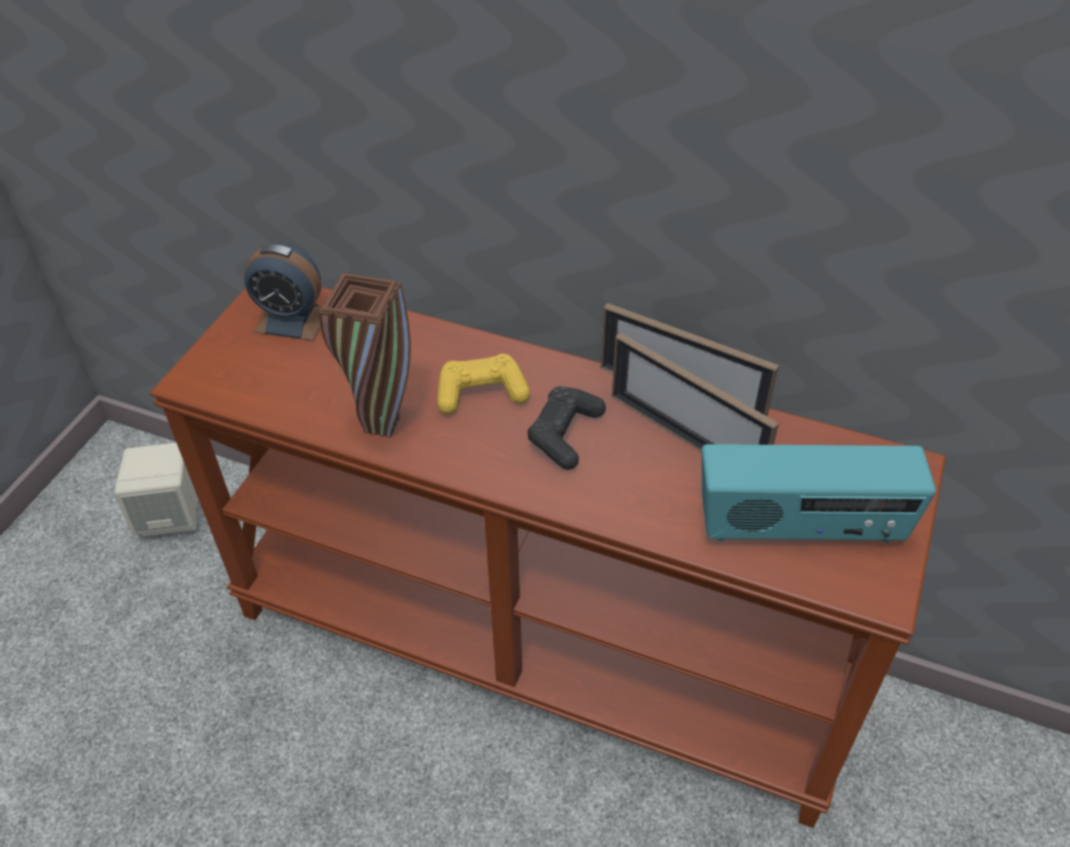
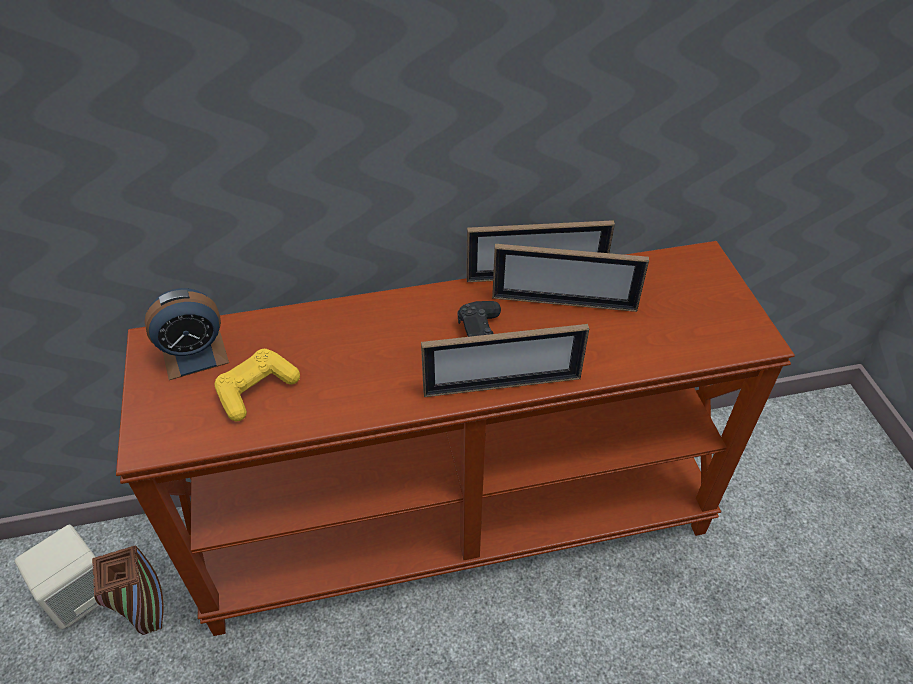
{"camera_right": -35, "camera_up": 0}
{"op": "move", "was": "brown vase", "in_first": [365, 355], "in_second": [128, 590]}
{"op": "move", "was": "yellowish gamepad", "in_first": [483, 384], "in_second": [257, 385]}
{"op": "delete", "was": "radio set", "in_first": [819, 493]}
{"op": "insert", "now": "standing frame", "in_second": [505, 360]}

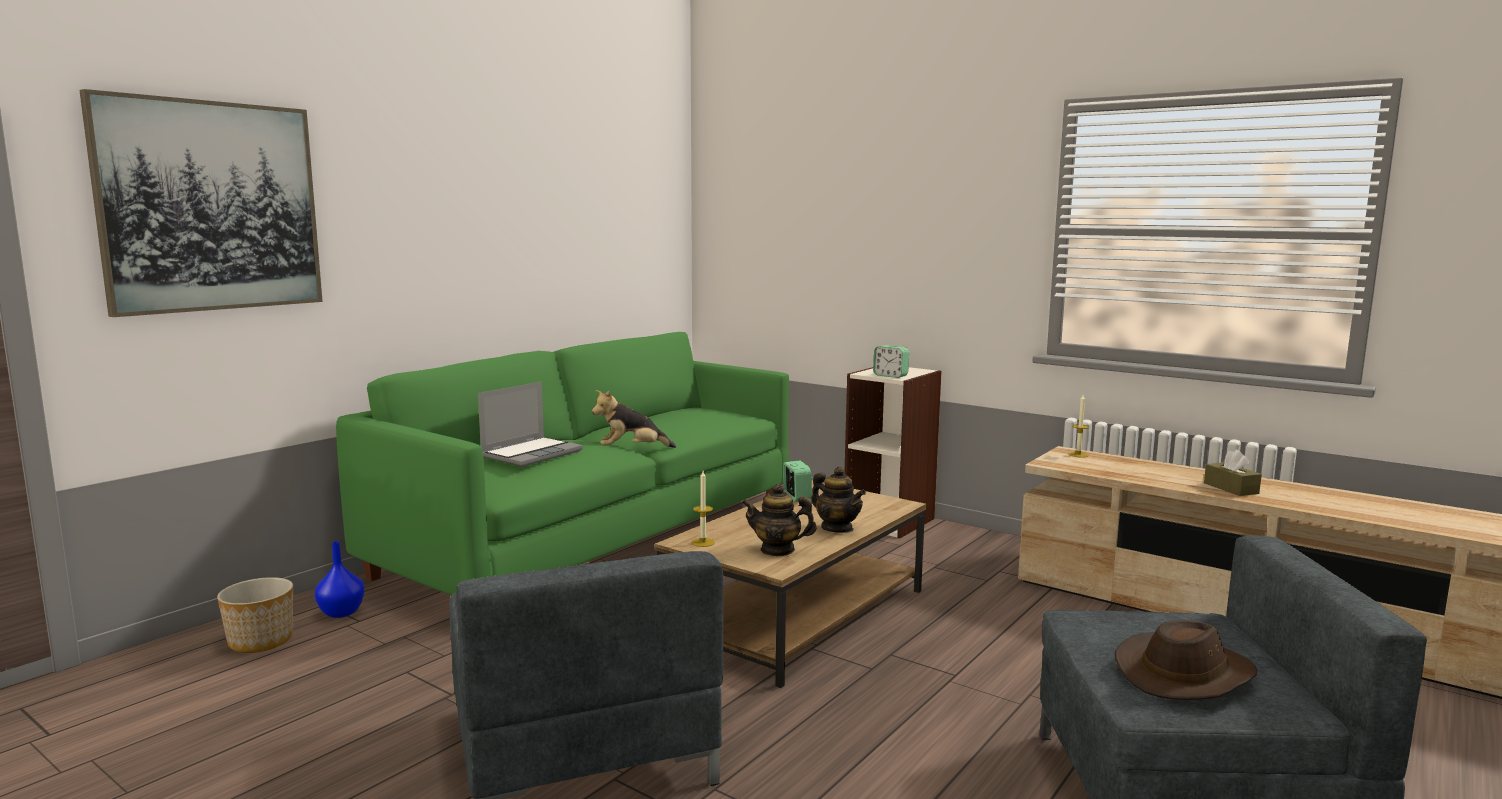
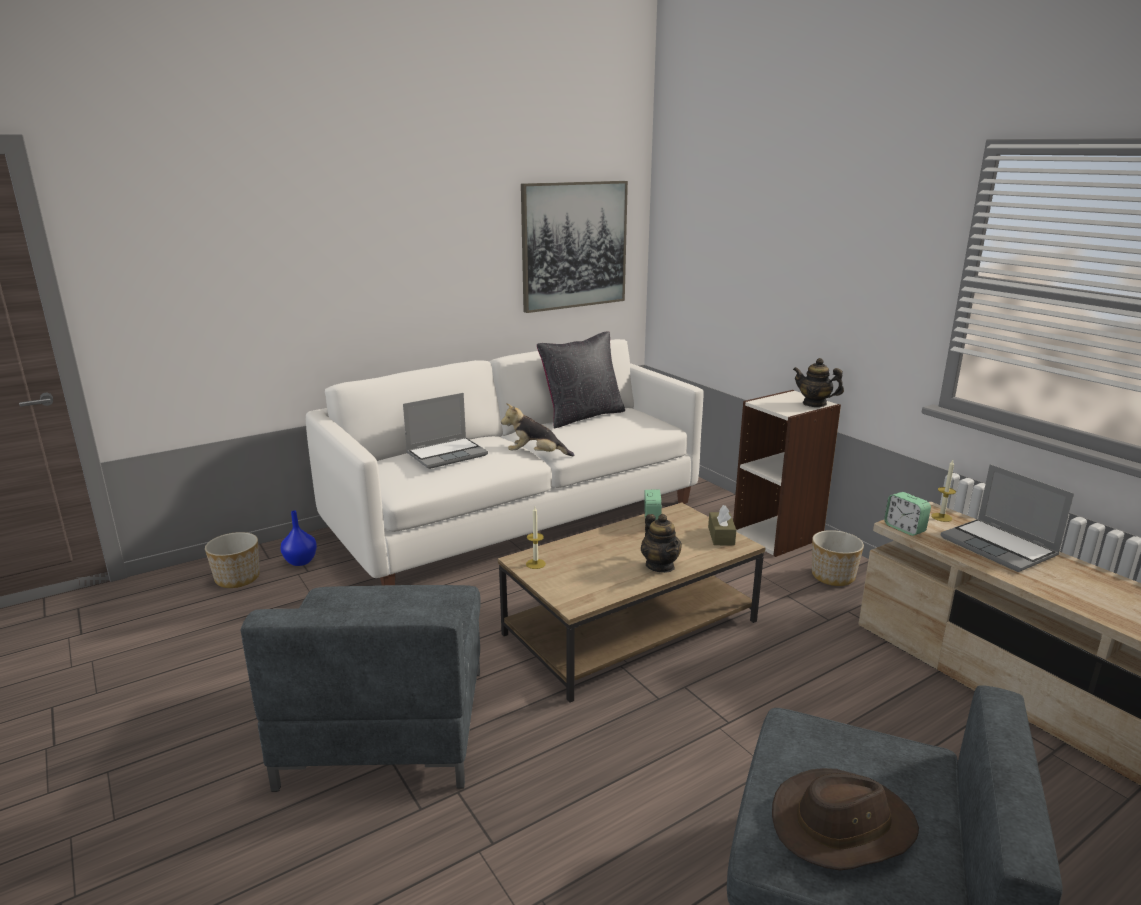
{"camera_right": 20, "camera_up": 10}
{"op": "move", "was": "wall picture", "in_first": [201, 203], "in_second": [574, 247]}
{"op": "recolor", "was": "greenish sofa", "now": "whitish sofa", "in_first": [562, 463], "in_second": [505, 462]}
{"op": "move", "was": "alarm clock", "in_first": [891, 361], "in_second": [907, 514]}
{"op": "move", "was": "brown tissue box", "in_first": [1233, 473], "in_second": [722, 525]}
{"op": "move", "was": "pot for tea", "in_first": [779, 520], "in_second": [818, 382]}
{"op": "insert", "now": "blackish throw pillow", "in_second": [581, 380]}
{"op": "insert", "now": "laptop", "in_second": [1007, 518]}
{"op": "insert", "now": "flower pot", "in_second": [838, 558]}

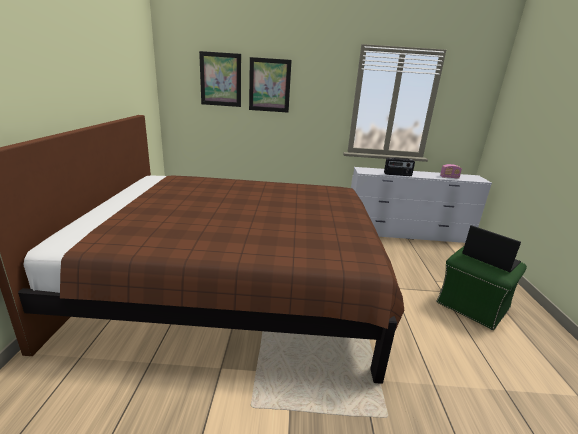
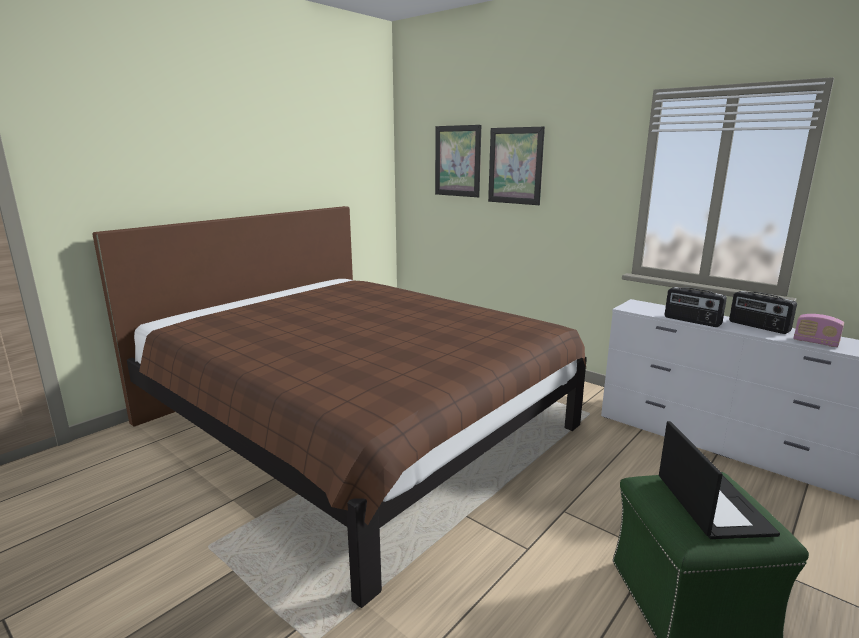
{"camera_right": 40, "camera_up": -5}
{"op": "insert", "now": "radio set", "in_second": [763, 312]}

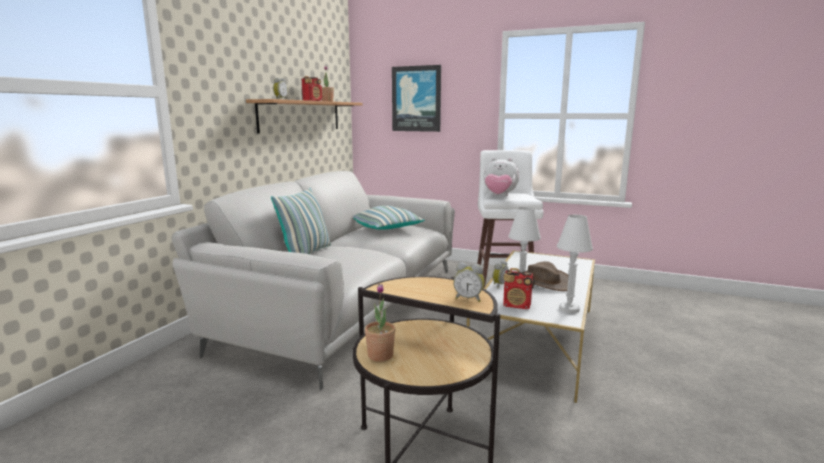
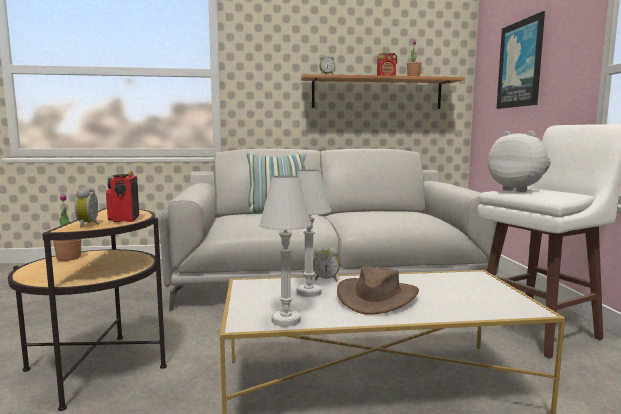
{"camera_right": 60, "camera_up": -5}
{"op": "rotate", "was": "plush toy", "in_first": [501, 177], "in_second": [519, 161], "clockwise": 150}
{"op": "delete", "was": "throw pillow", "in_first": [389, 218]}
{"op": "move", "was": "radio set", "in_first": [518, 288], "in_second": [122, 196]}

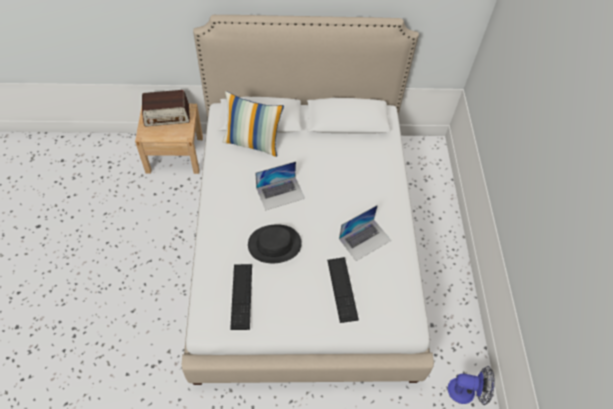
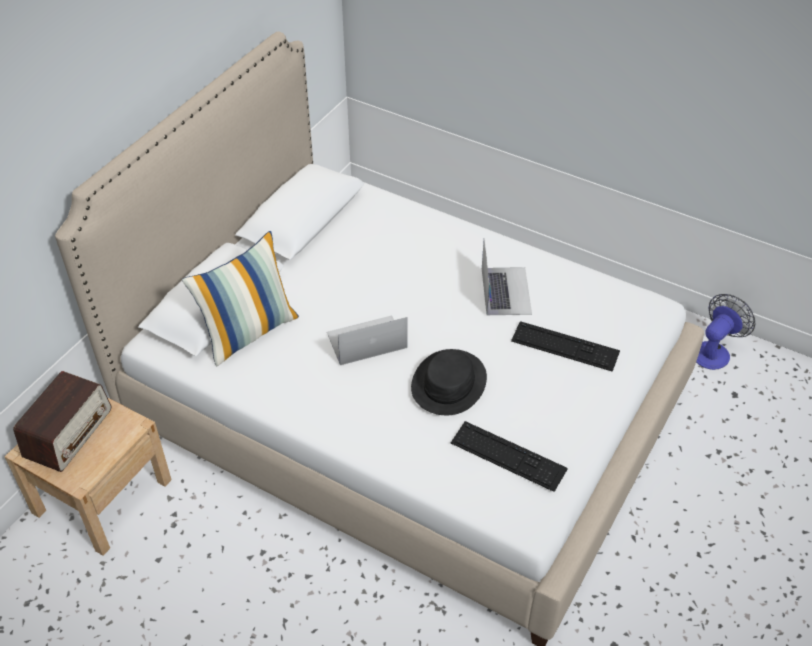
{"camera_right": -55, "camera_up": -10}
{"op": "rotate", "was": "laptop", "in_first": [280, 185], "in_second": [367, 340], "clockwise": -120}

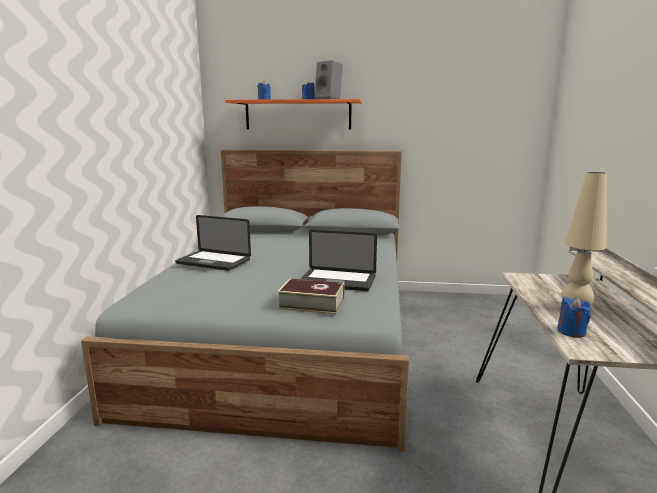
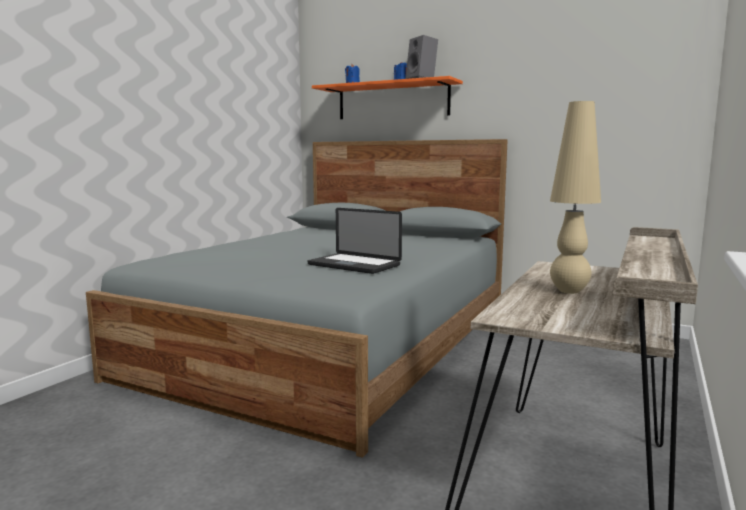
{"camera_right": 20, "camera_up": -5}
{"op": "delete", "was": "laptop", "in_first": [213, 243]}
{"op": "delete", "was": "book", "in_first": [311, 296]}
{"op": "delete", "was": "bluish wax light", "in_first": [574, 317]}

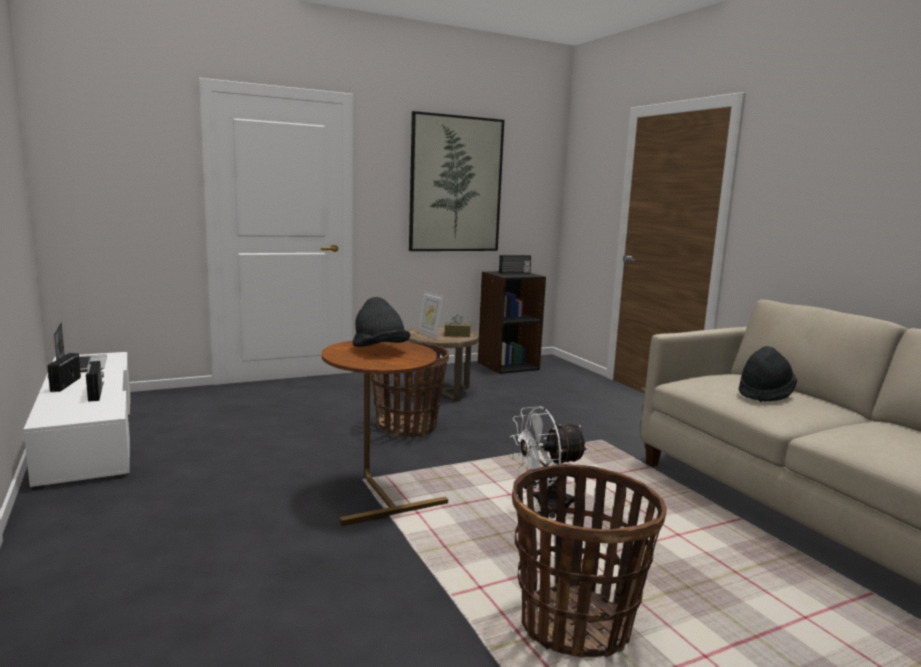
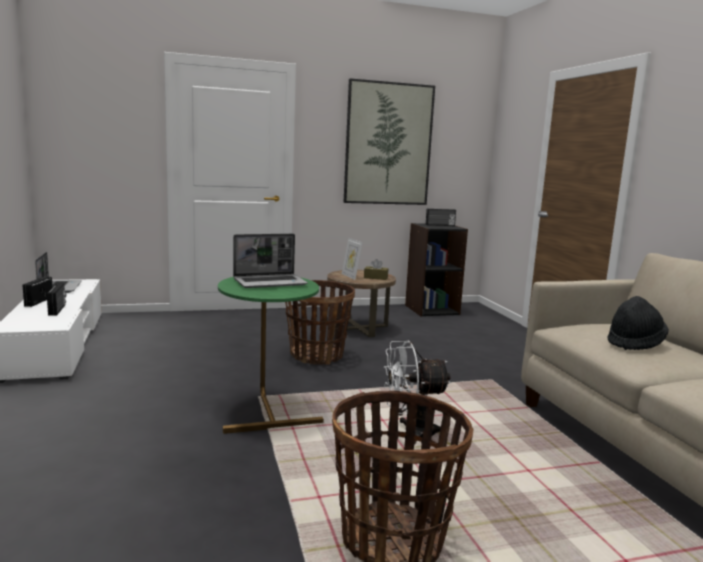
{"camera_right": 10, "camera_up": 0}
{"op": "replace", "was": "blackish hat", "now": "laptop", "in_first": [381, 322], "in_second": [270, 261]}
{"op": "recolor", "was": "brown accent table", "now": "greenish accent table", "in_first": [385, 433], "in_second": [271, 355]}

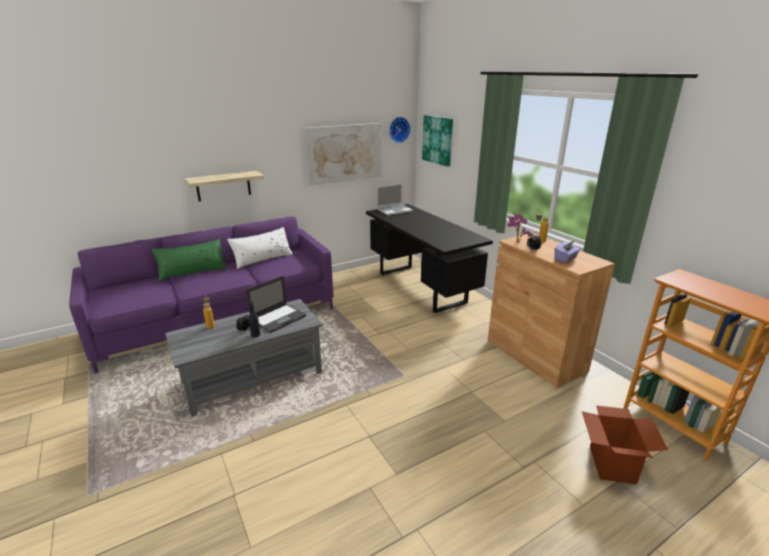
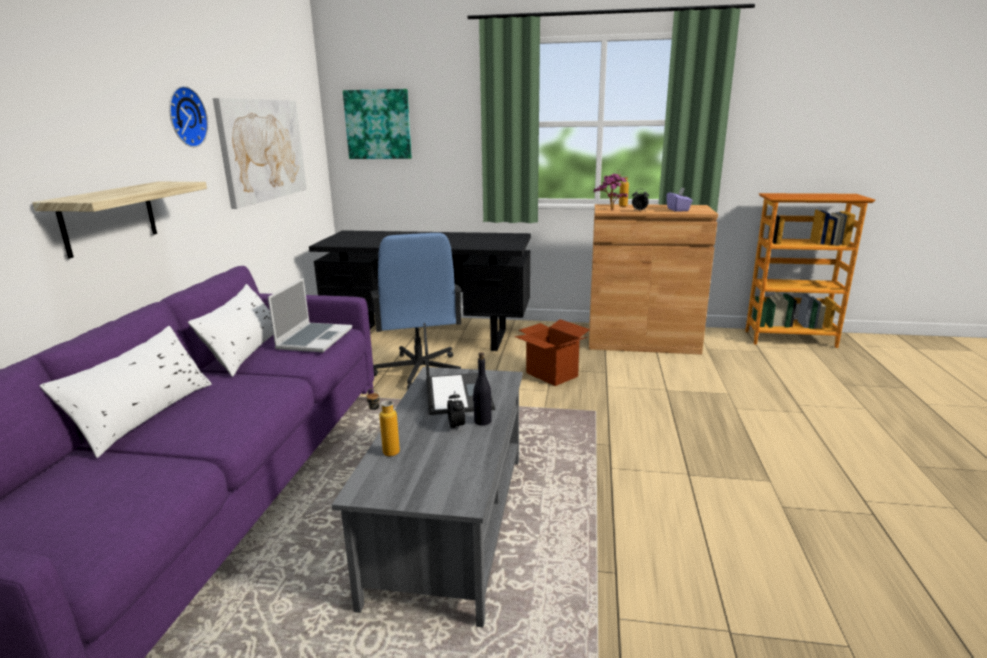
{"camera_right": -50, "camera_up": -5}
{"op": "move", "was": "hanging clock", "in_first": [399, 130], "in_second": [188, 116]}
{"op": "move", "was": "laptop", "in_first": [395, 200], "in_second": [310, 315]}
{"op": "recolor", "was": "greenish throw pillow", "now": "whitish throw pillow", "in_first": [189, 260], "in_second": [125, 392]}
{"op": "move", "was": "carton", "in_first": [625, 444], "in_second": [552, 352]}
{"op": "insert", "now": "bluish computer chair", "in_second": [416, 311]}

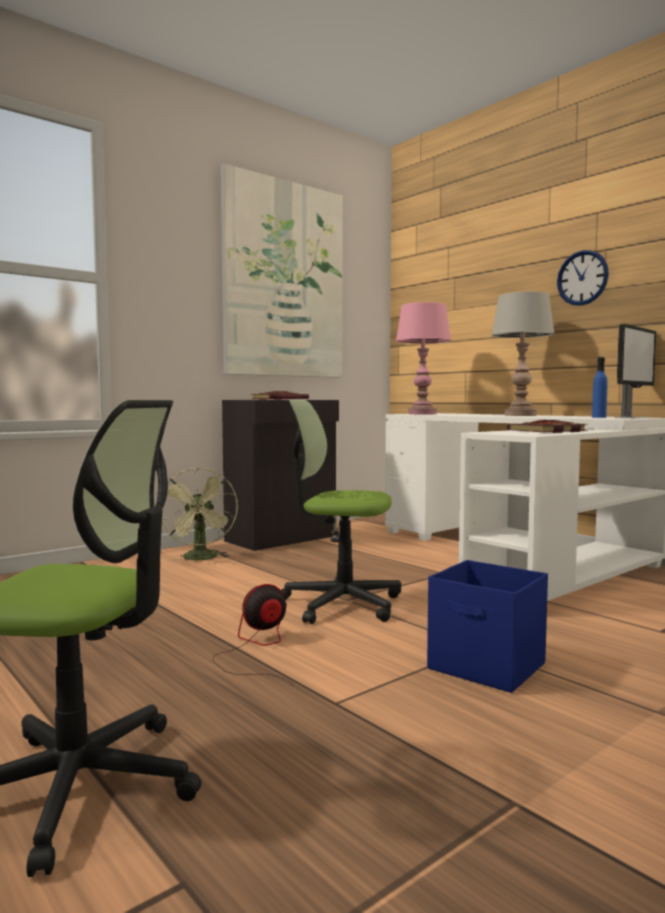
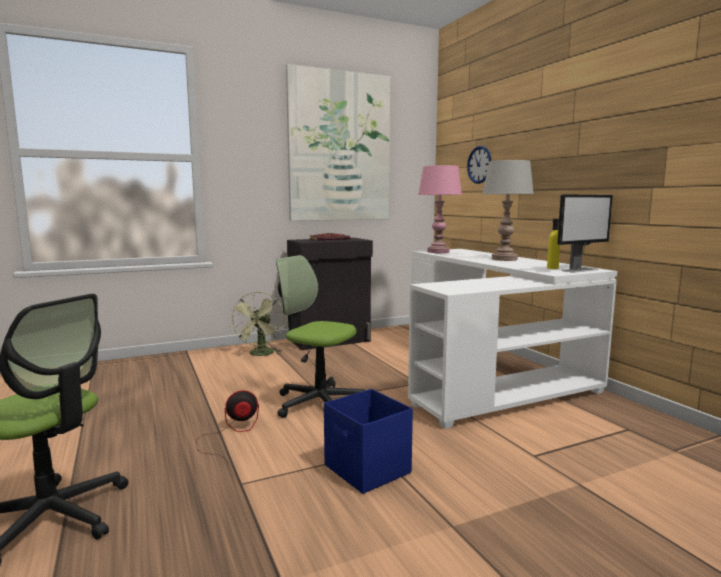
{"camera_right": 15, "camera_up": 5}
{"op": "move", "was": "hanging clock", "in_first": [583, 278], "in_second": [479, 165]}
{"op": "recolor", "was": "bluish bottle", "now": "yellowish bottle", "in_first": [600, 387], "in_second": [553, 244]}
{"op": "delete", "was": "book", "in_first": [547, 426]}

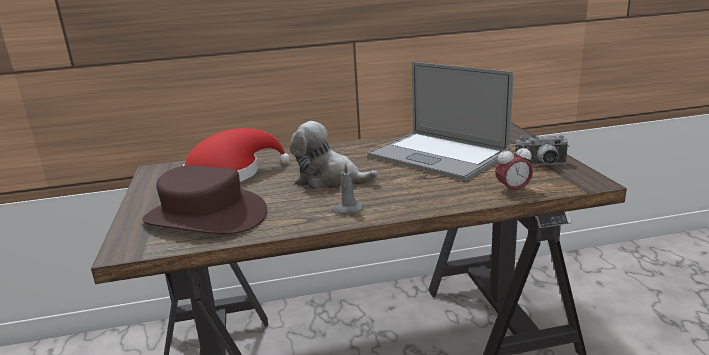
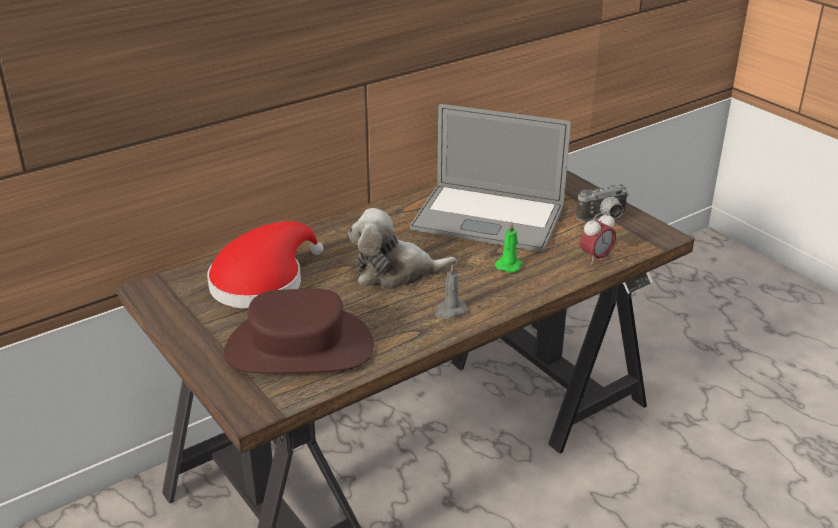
{"camera_right": -25, "camera_up": 10}
{"op": "insert", "now": "greenish wax light", "in_second": [509, 247]}

